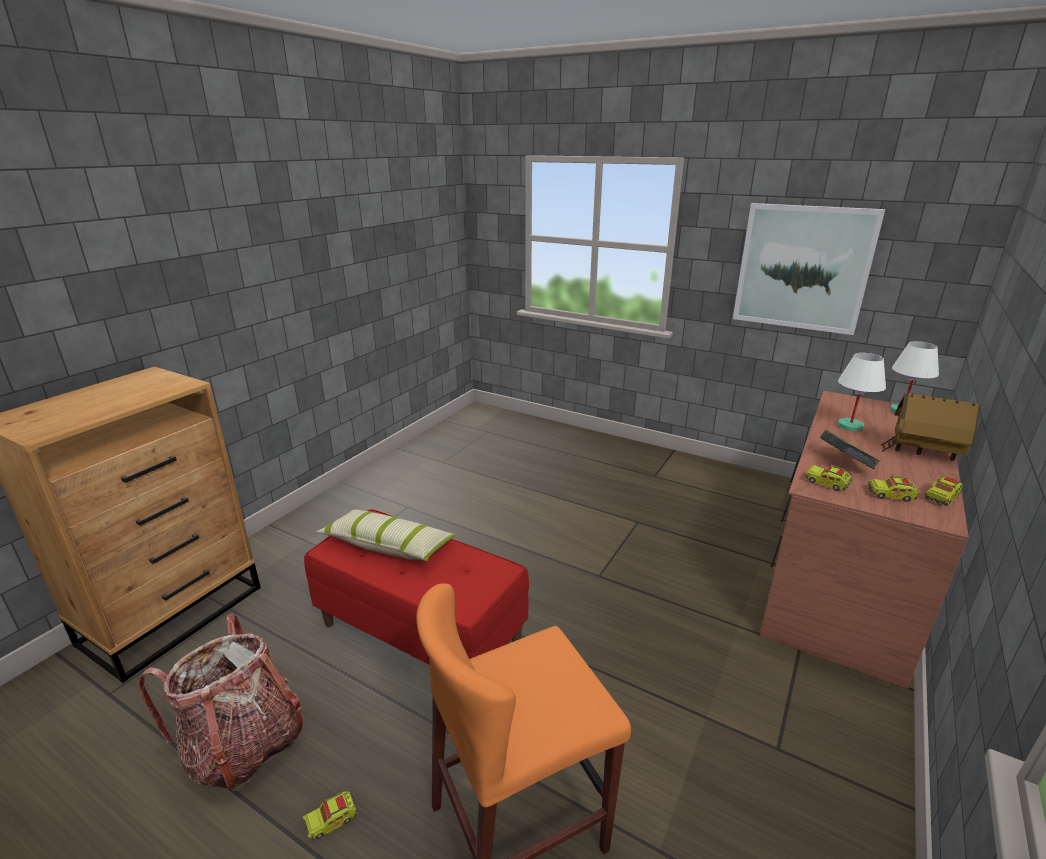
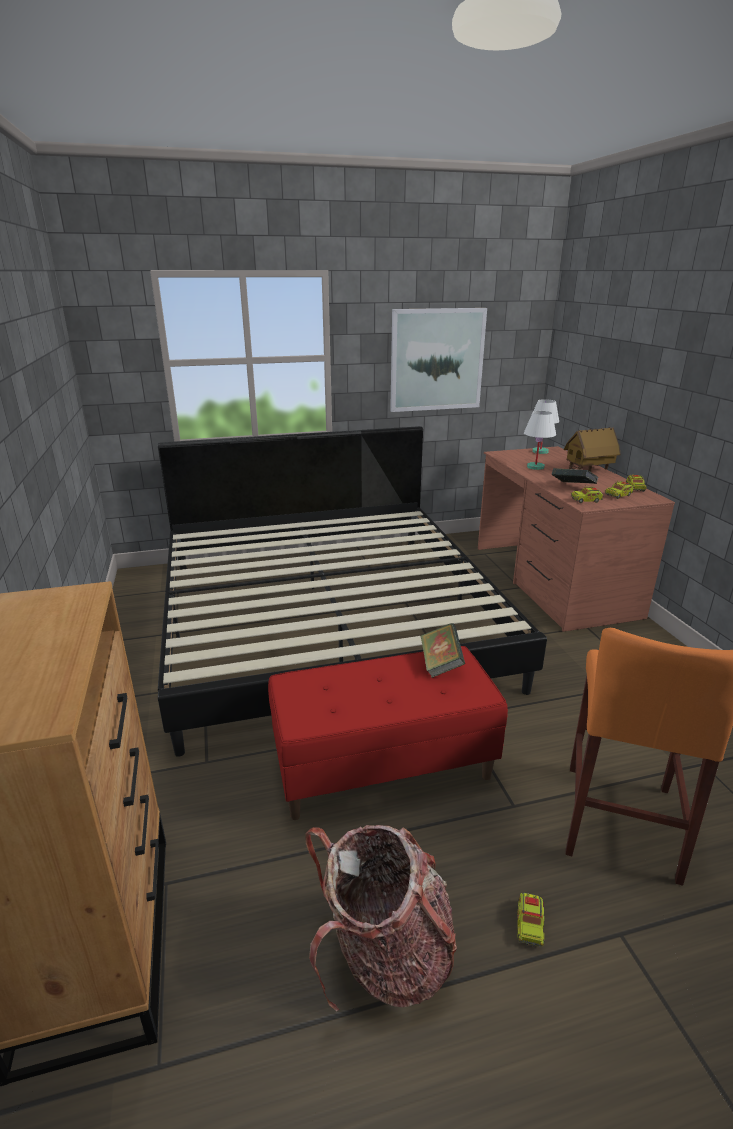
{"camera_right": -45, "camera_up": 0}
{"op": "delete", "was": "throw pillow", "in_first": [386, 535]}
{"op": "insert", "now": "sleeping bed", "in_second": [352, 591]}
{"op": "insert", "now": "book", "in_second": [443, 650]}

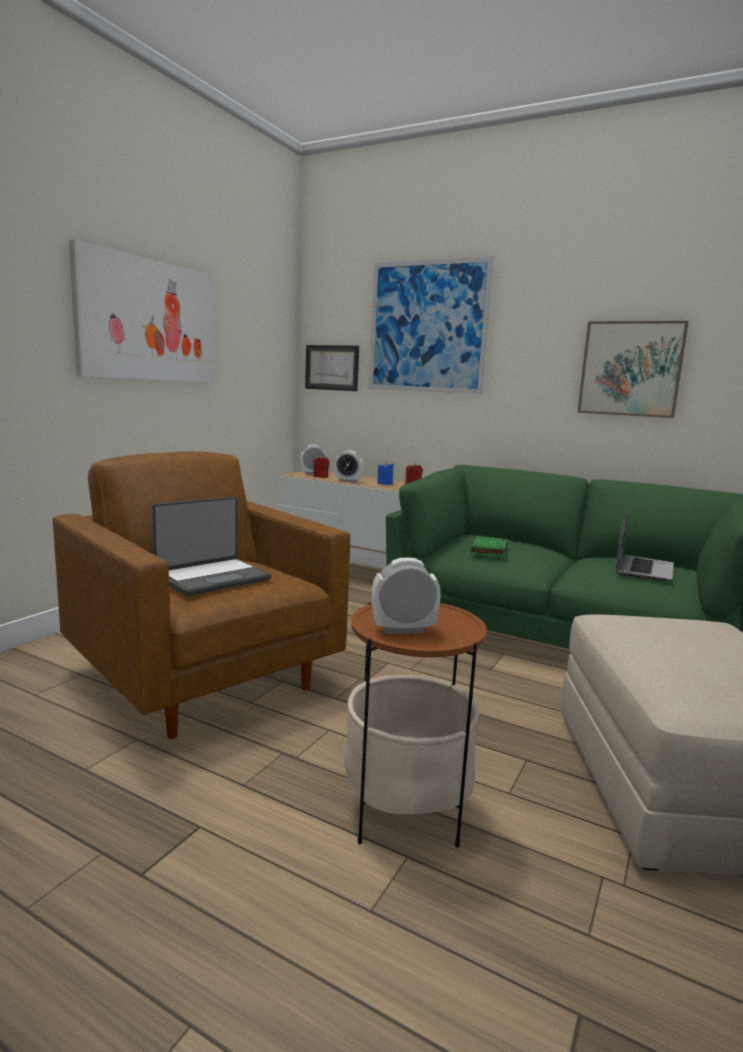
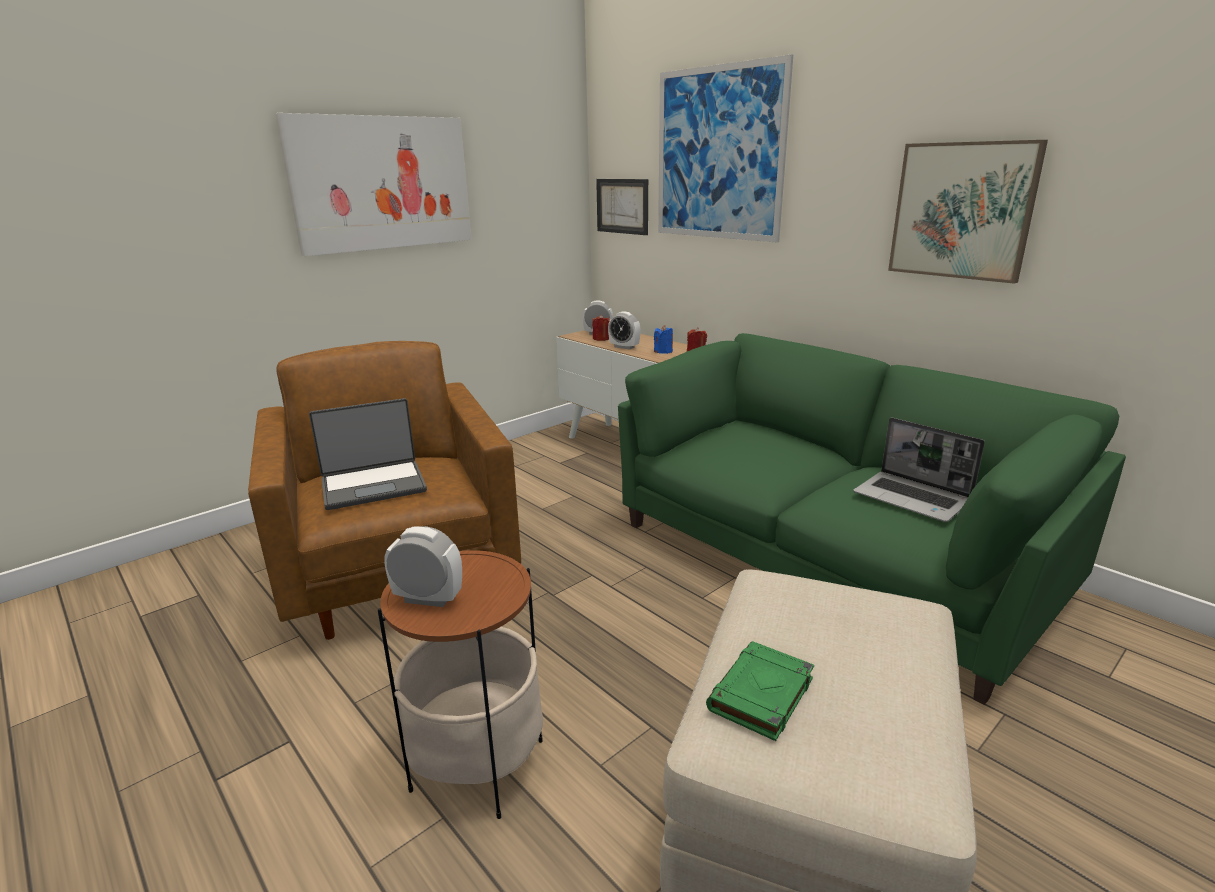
{"camera_right": 20, "camera_up": 10}
{"op": "rotate", "was": "laptop", "in_first": [645, 546], "in_second": [919, 470], "clockwise": 90}
{"op": "move", "was": "greenish book", "in_first": [488, 546], "in_second": [760, 691]}

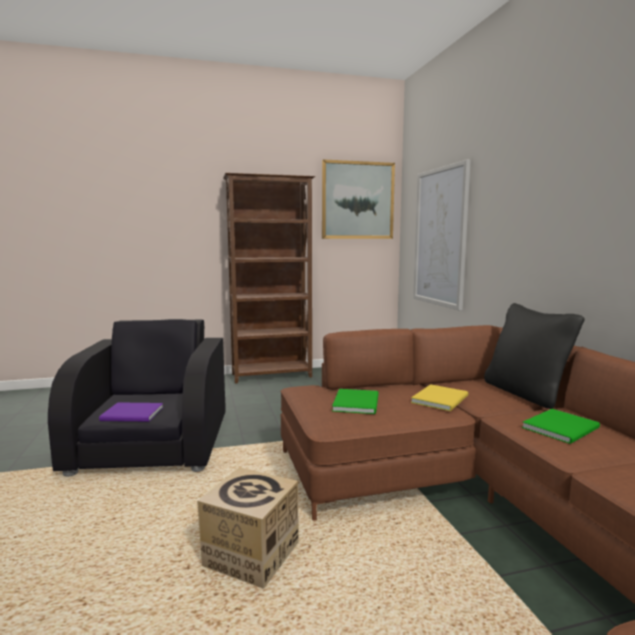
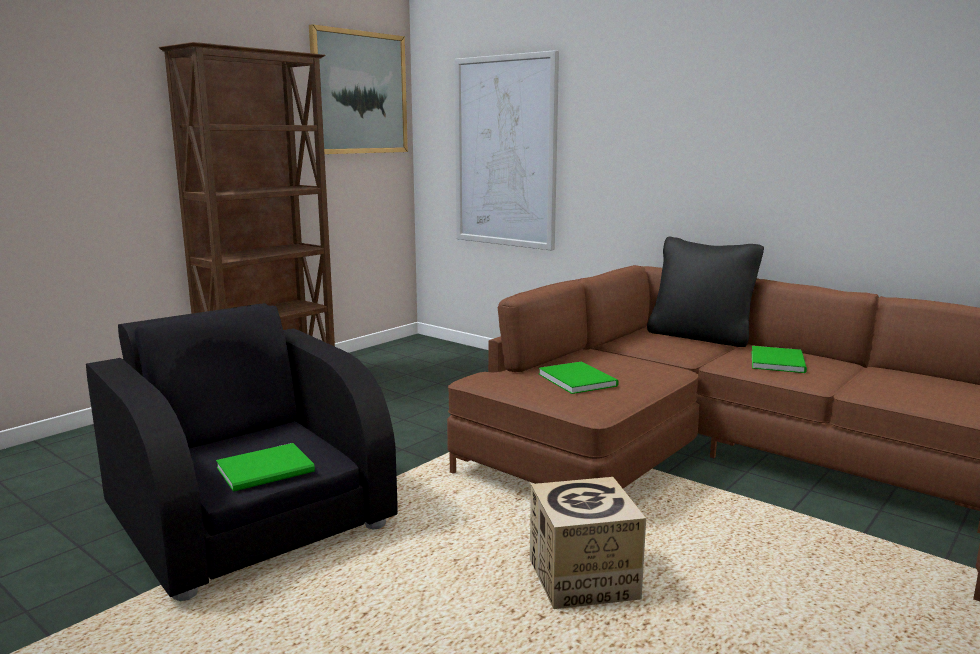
{"camera_right": -35, "camera_up": 5}
{"op": "delete", "was": "yellowish book", "in_first": [439, 397]}
{"op": "recolor", "was": "purple-coloured book", "now": "greenish book", "in_first": [131, 412], "in_second": [265, 467]}

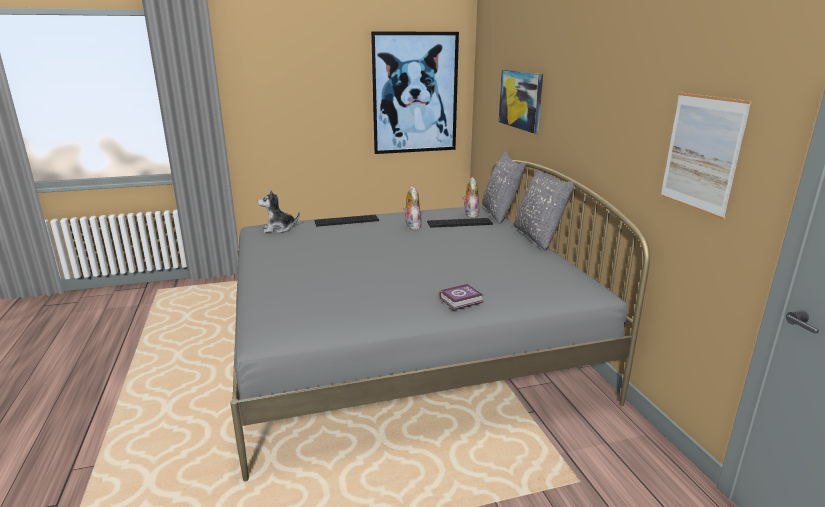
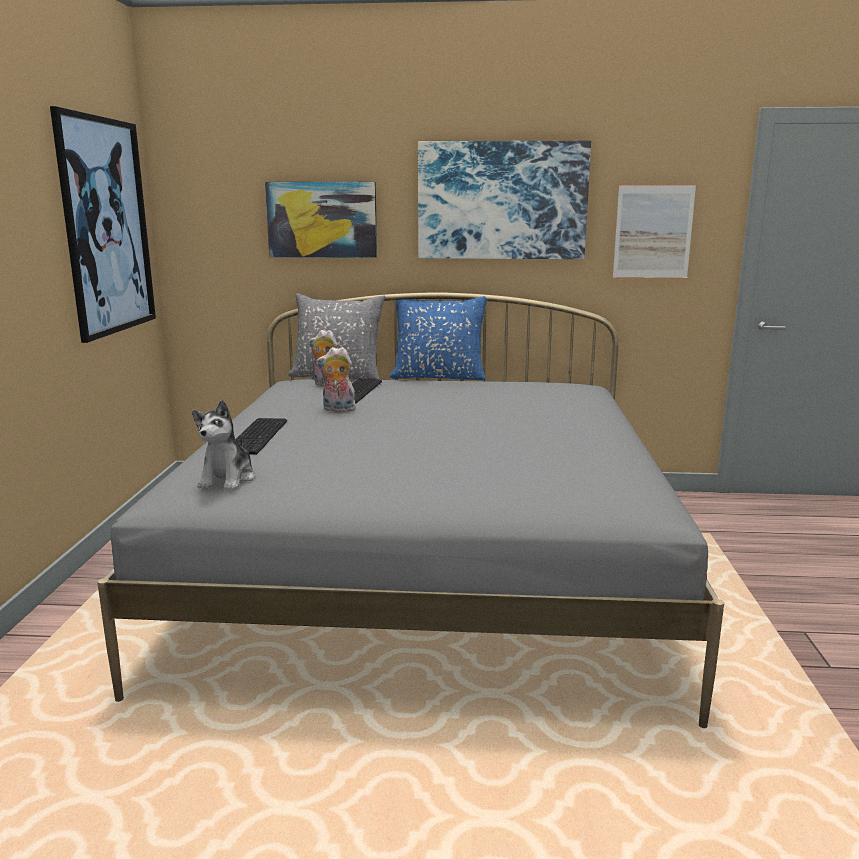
{"camera_right": -70, "camera_up": -5}
{"op": "recolor", "was": "greyish throw pillow", "now": "bluish throw pillow", "in_first": [543, 207], "in_second": [438, 338]}
{"op": "delete", "was": "book", "in_first": [461, 297]}
{"op": "insert", "now": "wall picture", "in_second": [504, 199]}

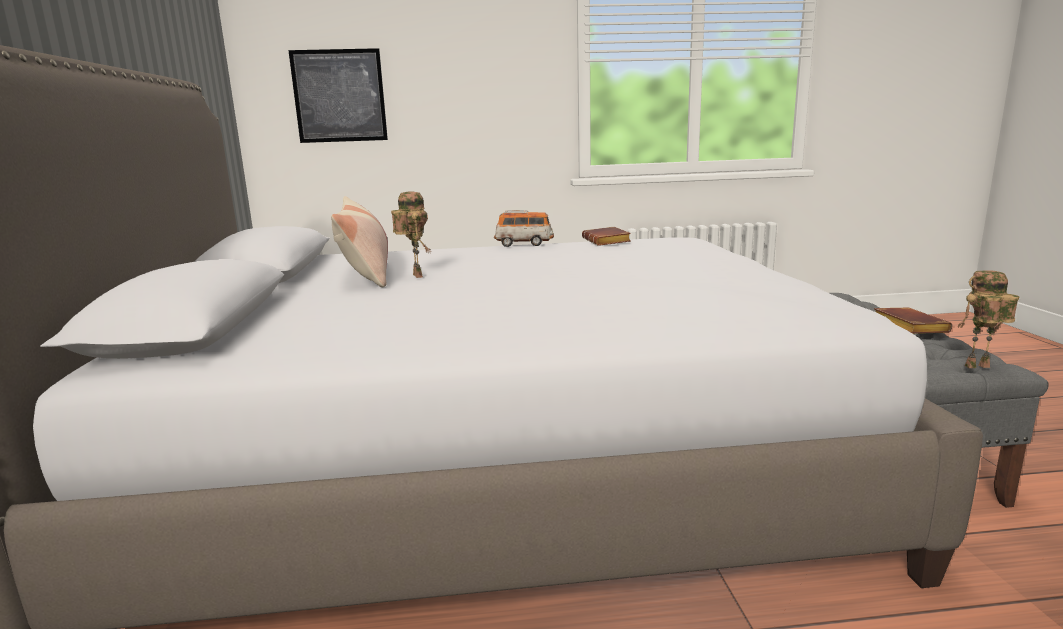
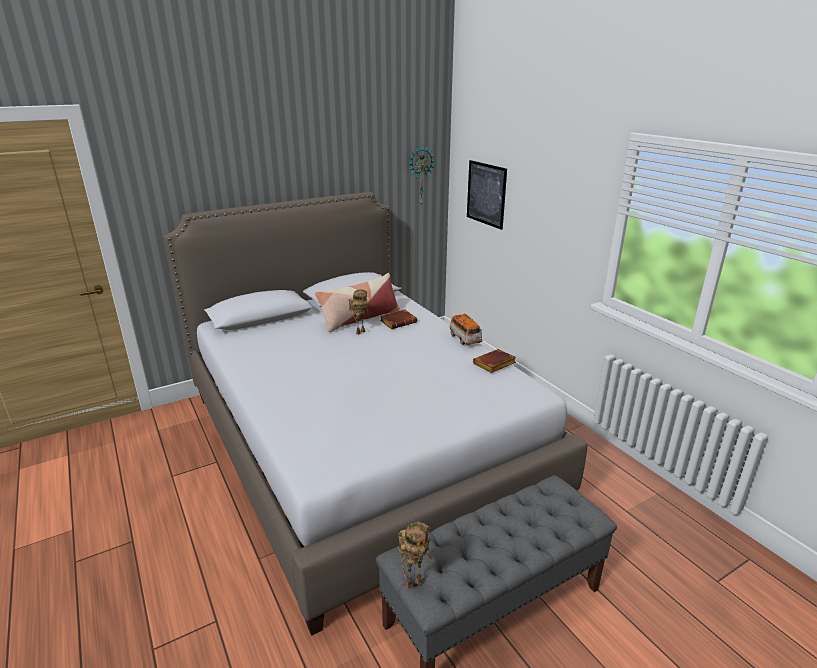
{"camera_right": 65, "camera_up": 10}
{"op": "rotate", "was": "model robot", "in_first": [988, 319], "in_second": [415, 555], "clockwise": 90}
{"op": "move", "was": "brown book", "in_first": [913, 321], "in_second": [398, 319]}
{"op": "insert", "now": "hanging clock", "in_second": [421, 175]}

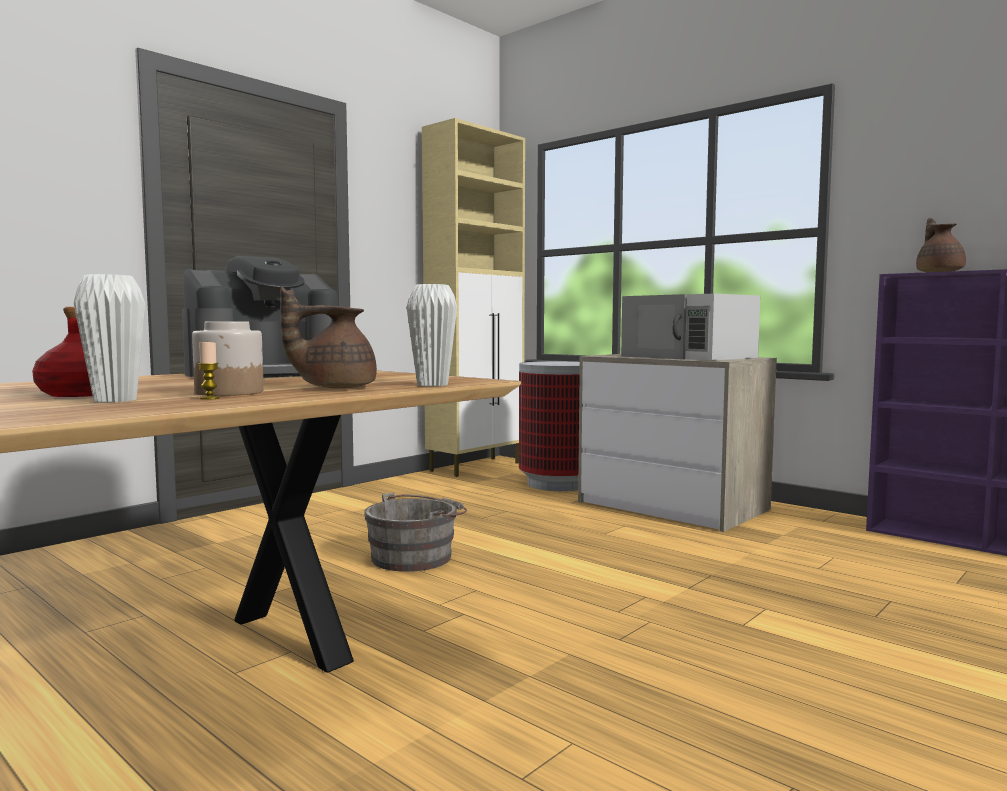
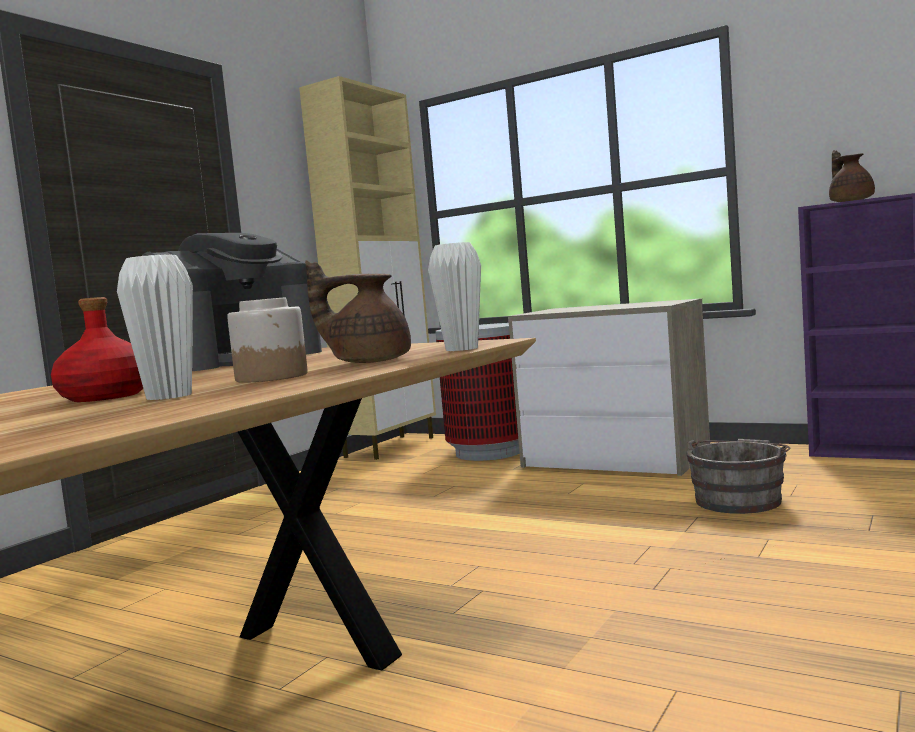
{"camera_right": -10, "camera_up": 0}
{"op": "rotate", "was": "brown pot for tea", "in_first": [328, 337], "in_second": [358, 311], "clockwise": 45}
{"op": "delete", "was": "whitish microwave oven", "in_first": [690, 327]}
{"op": "delete", "was": "wax light", "in_first": [209, 370]}
{"op": "move", "was": "greyish pail", "in_first": [415, 532], "in_second": [738, 476]}

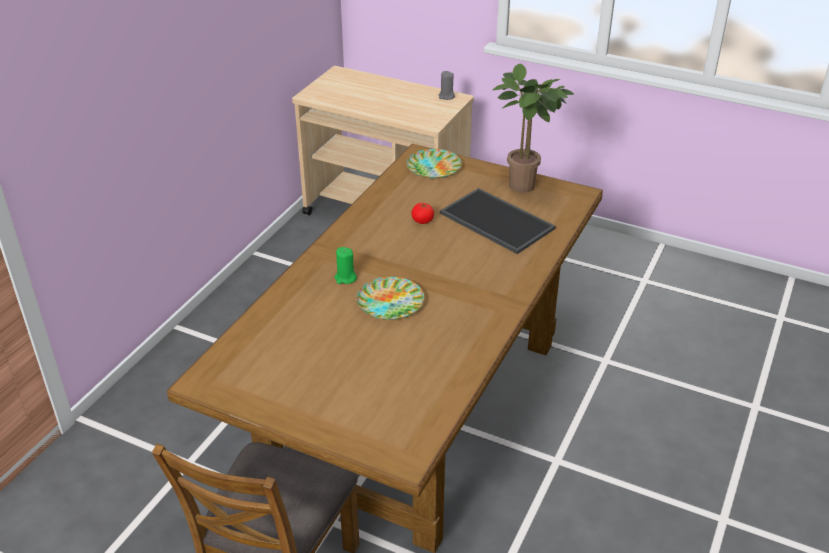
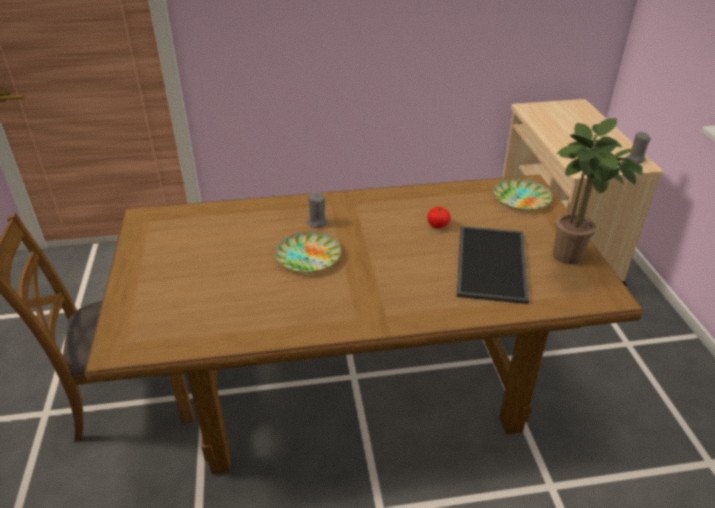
{"camera_right": 55, "camera_up": 0}
{"op": "recolor", "was": "greenish wax light", "now": "greyish wax light", "in_first": [346, 265], "in_second": [317, 210]}

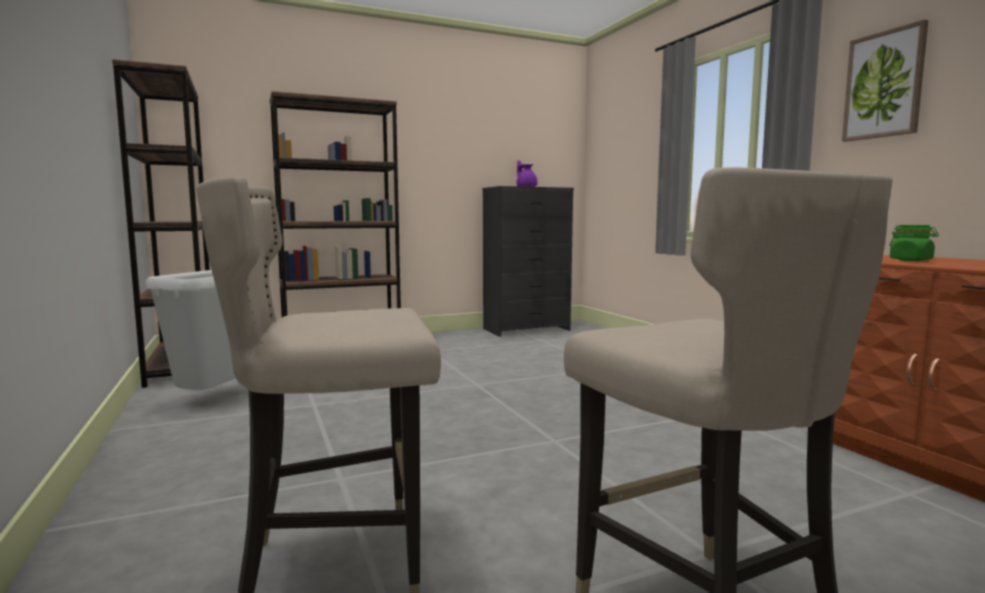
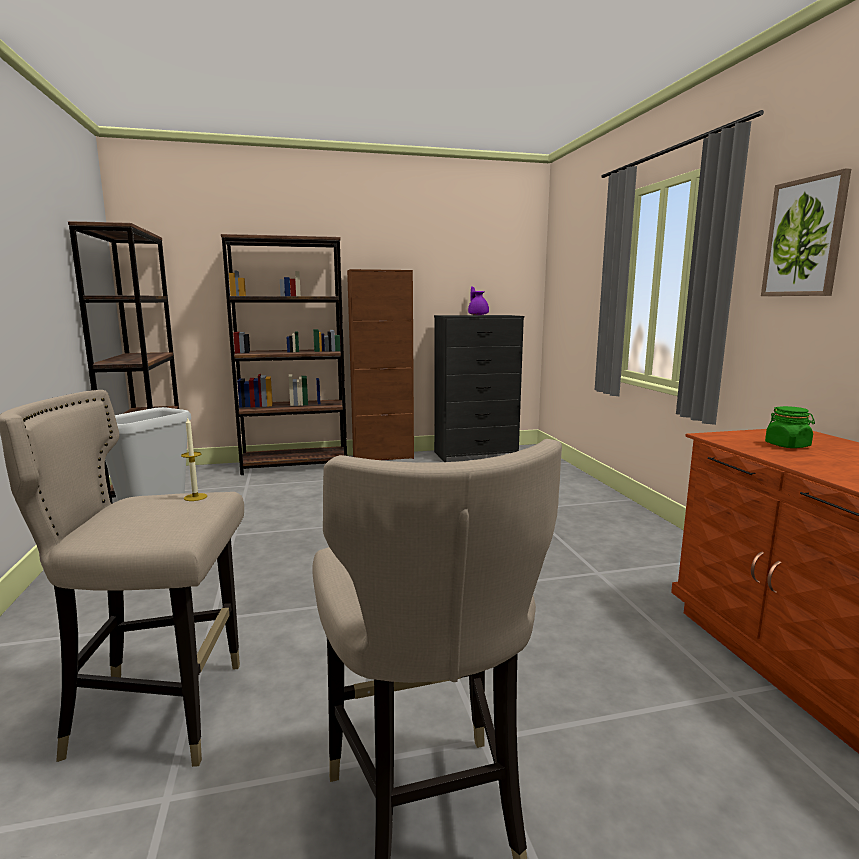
{"camera_right": 10, "camera_up": 5}
{"op": "insert", "now": "brown storage cabinet", "in_second": [380, 364]}
{"op": "insert", "now": "wax light", "in_second": [194, 459]}

